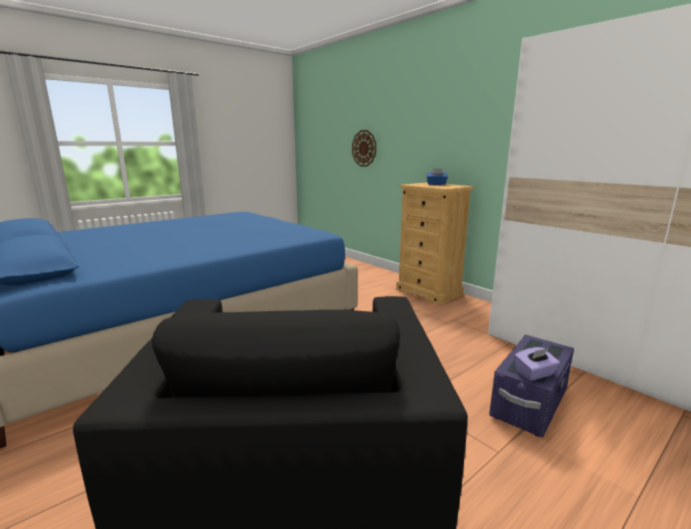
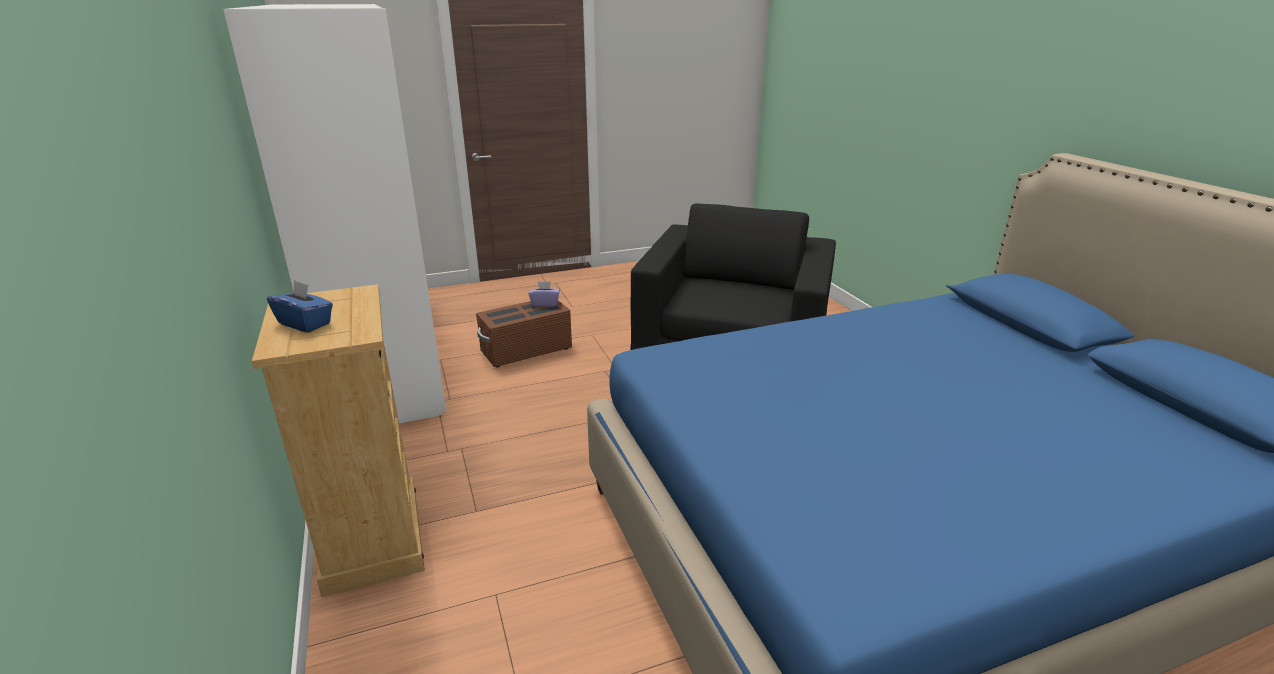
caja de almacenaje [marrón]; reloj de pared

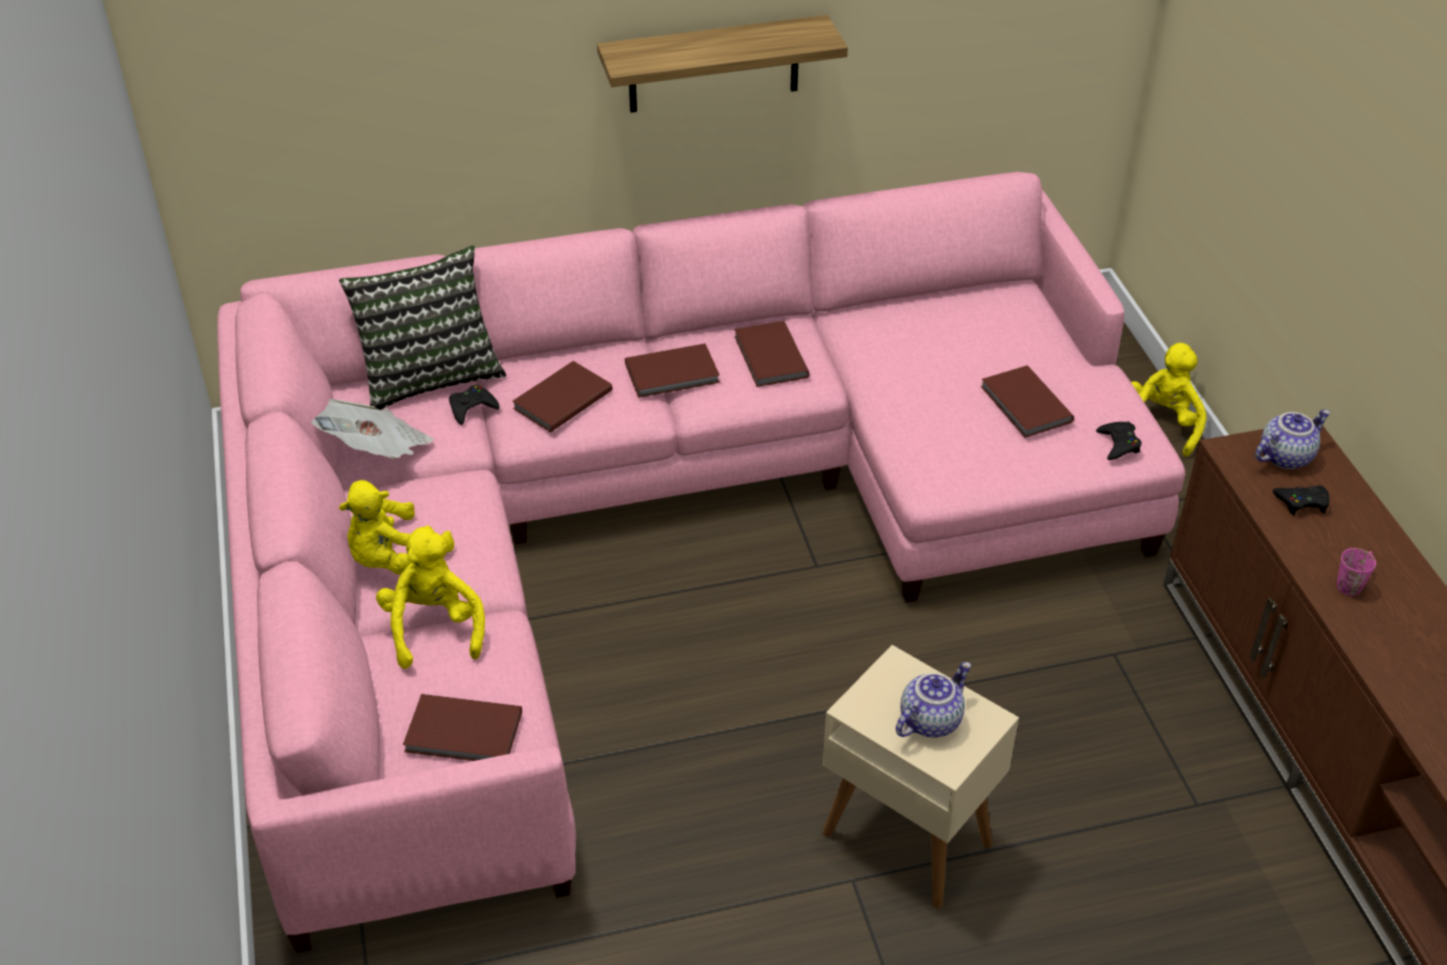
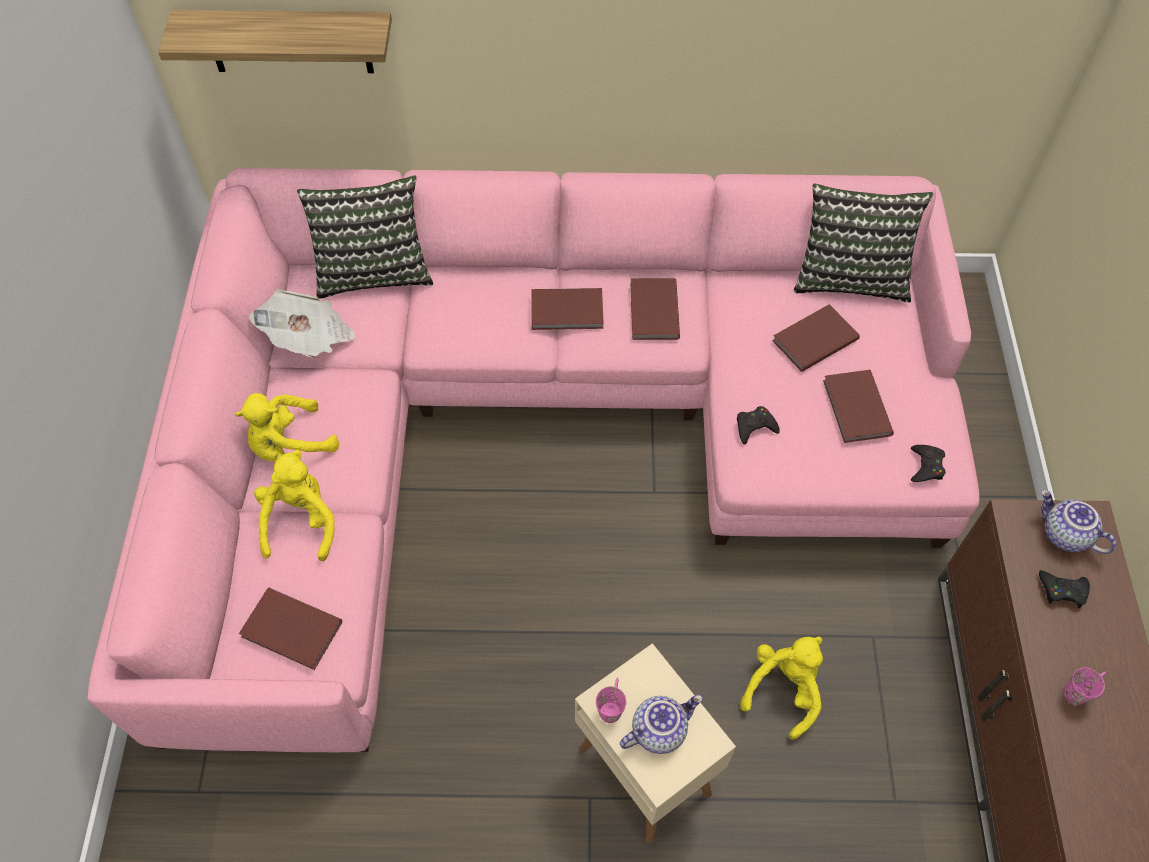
estante; taza grande [rosa] (no. 1 from left); mando de consola [negro] (no. 1 from left); peluche [amarillo] (no. 3 from left); libro [marrón] (no. 4 from left); cojín (no. 2 from left); tetera (no. 2 from left)

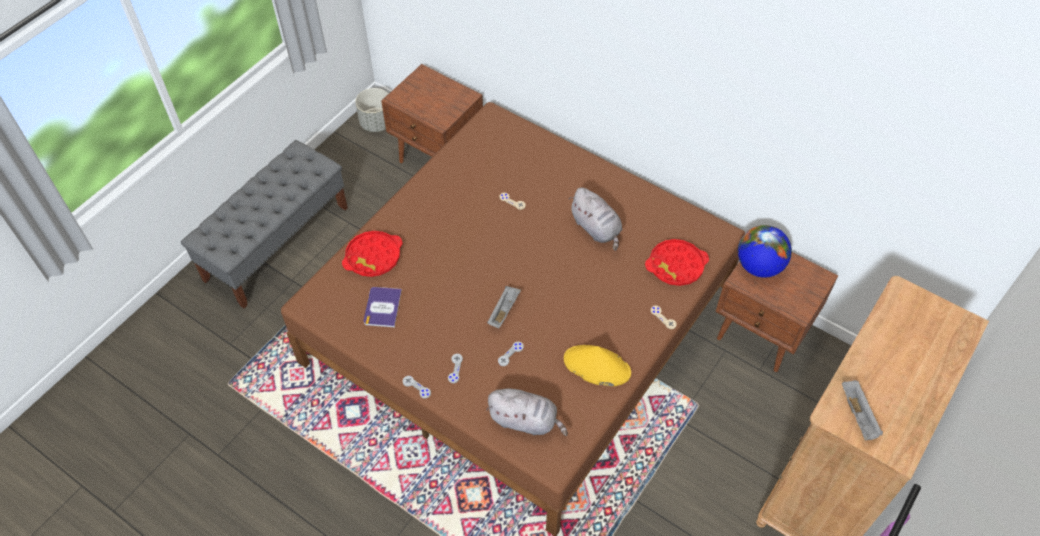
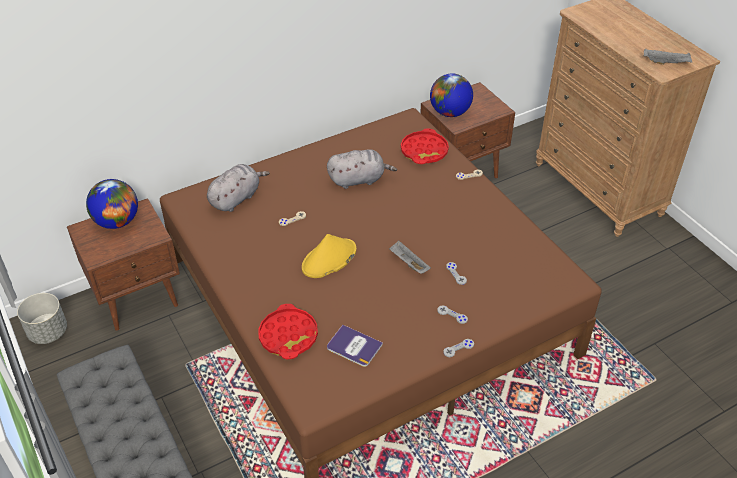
globo terráqueo (no. 1 from left); peluche [gris] (no. 1 from left); sombrero [amarillo]

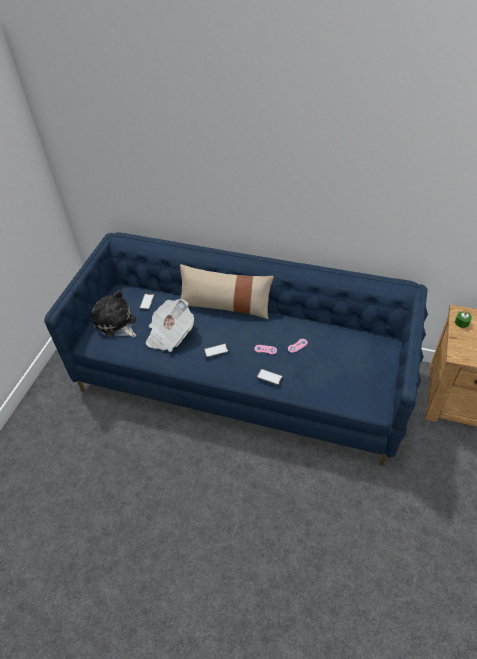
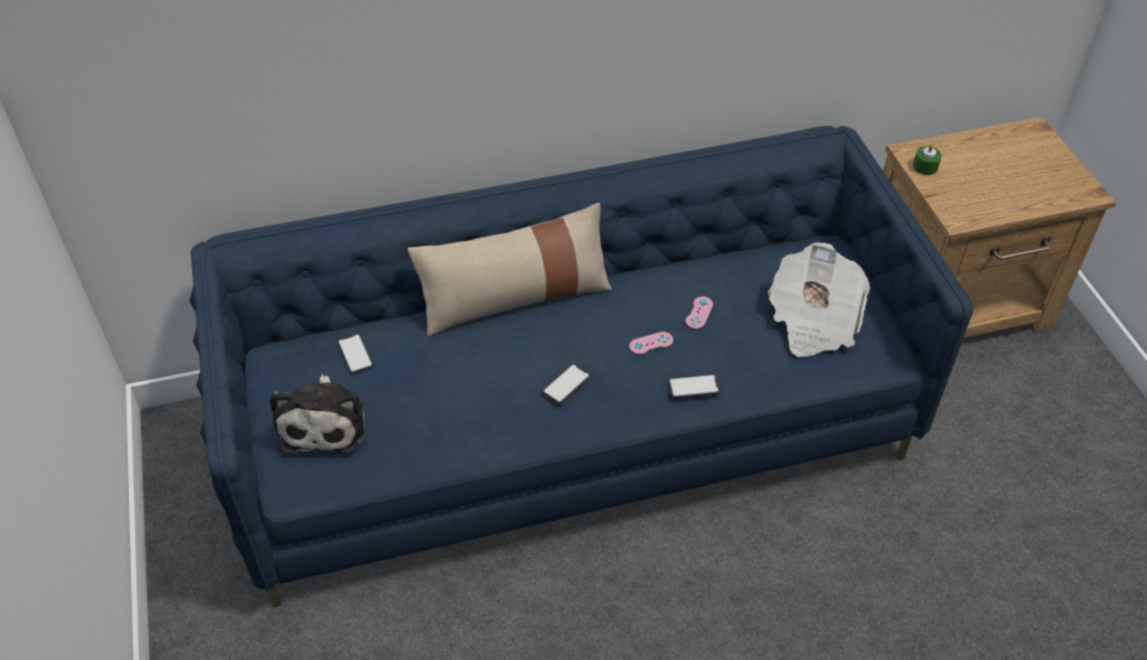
peluche; periódico

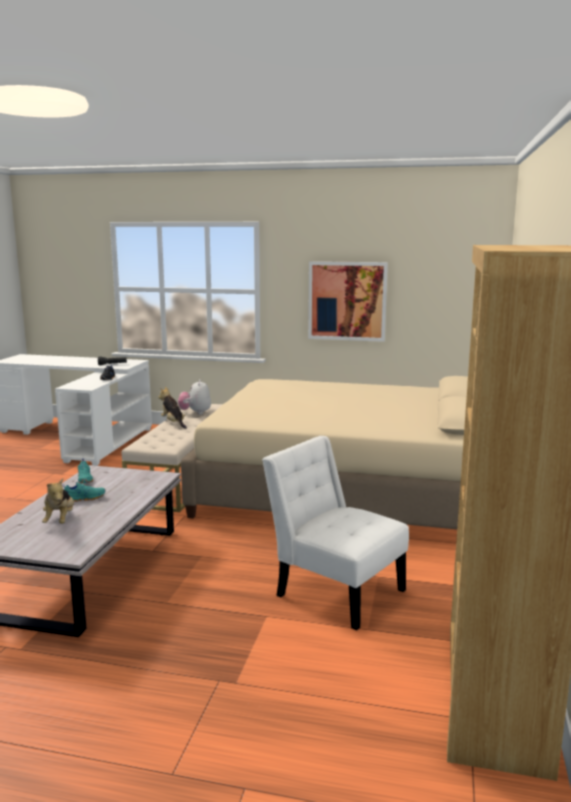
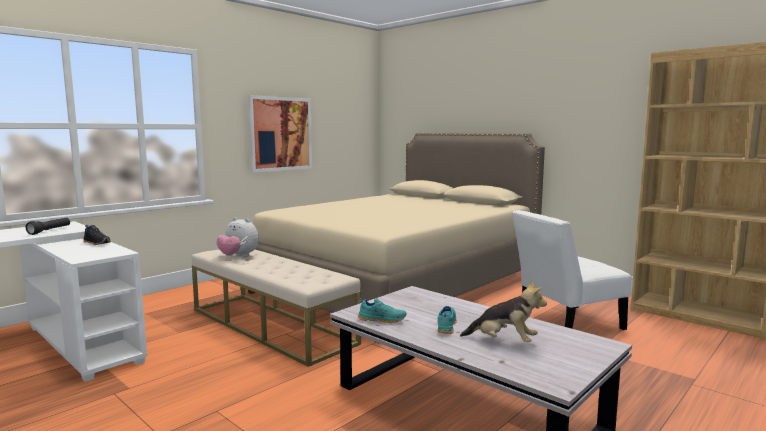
peluche (no. 2 from left in the first image)

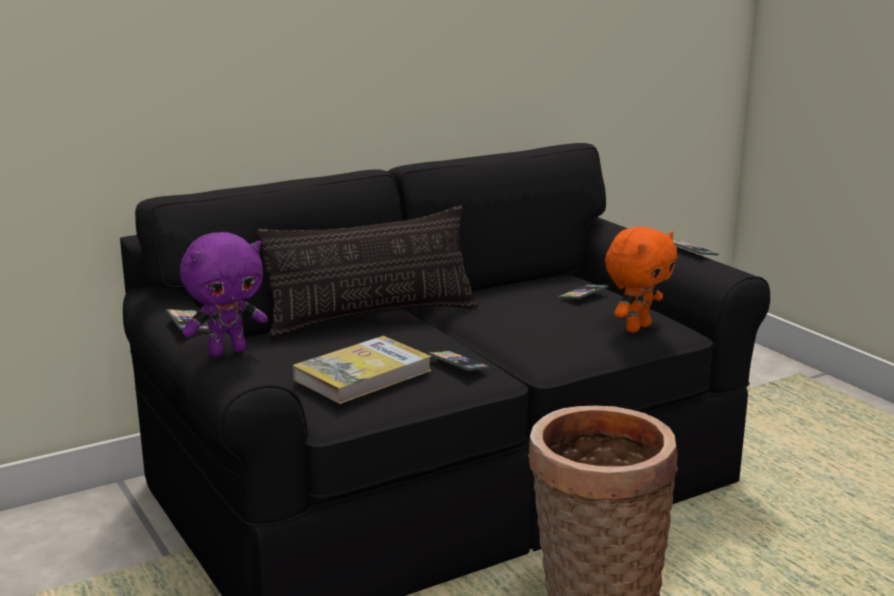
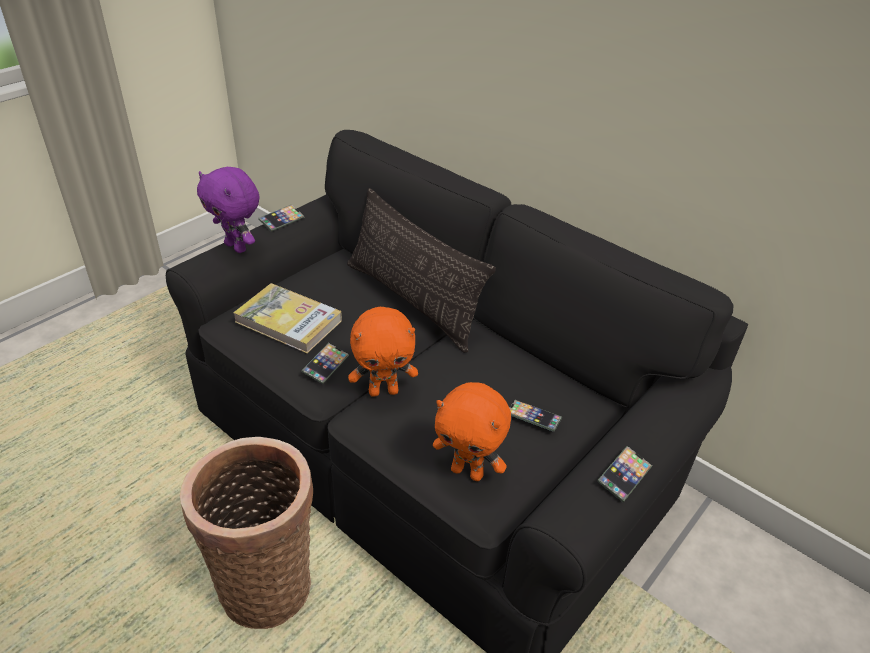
peluche [naranja] (no. 1 from left)

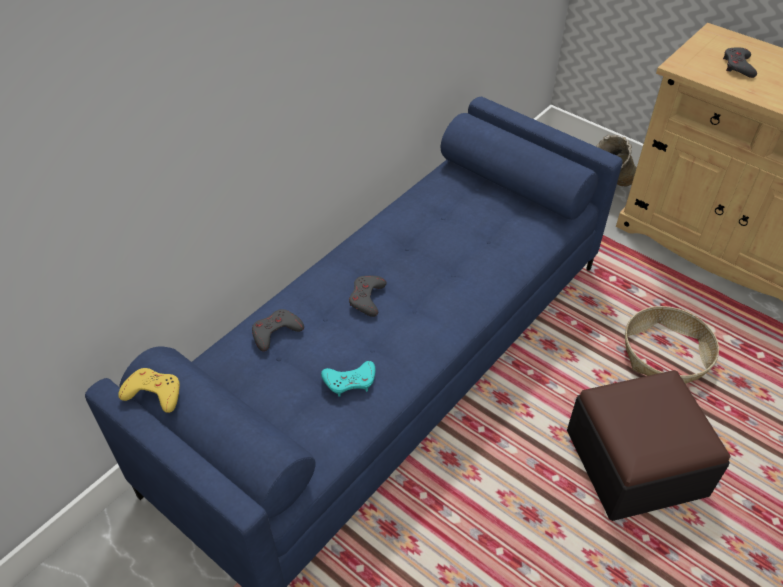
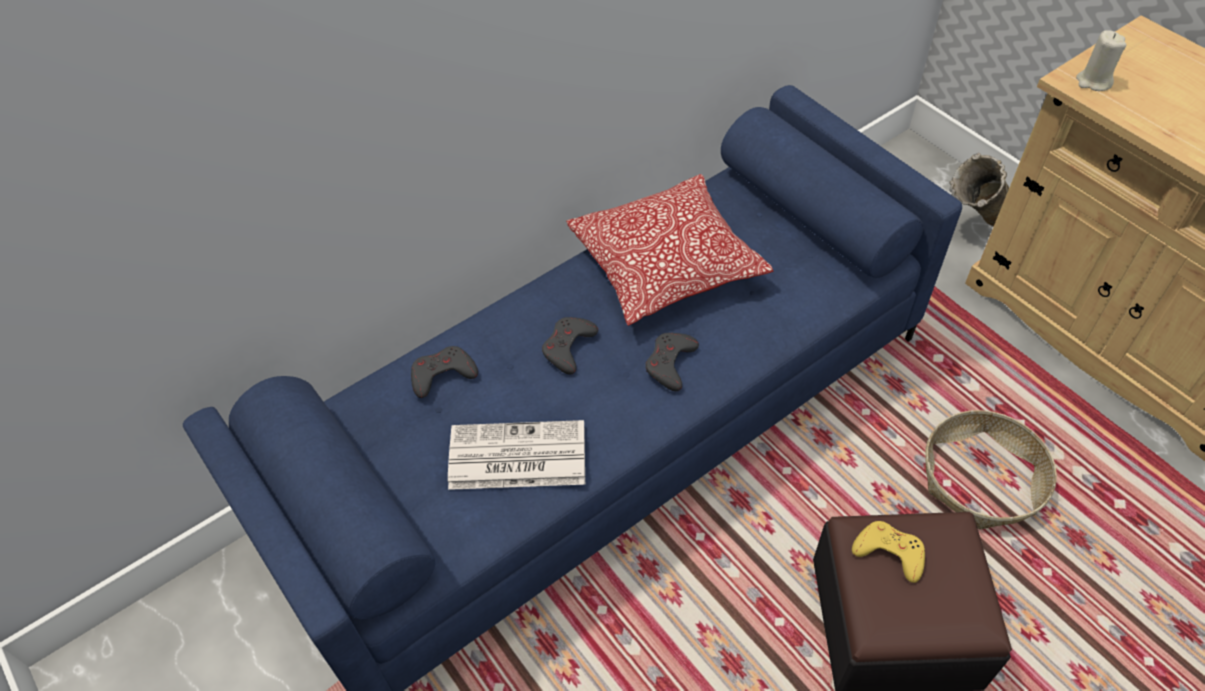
periódico; cojín; mando de consola [gris] (no. 3 from left); mando de consola [amarillo]; vela [beis]

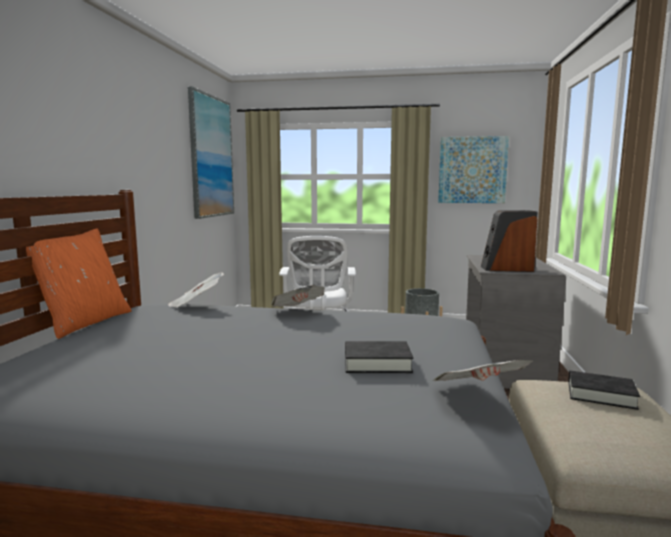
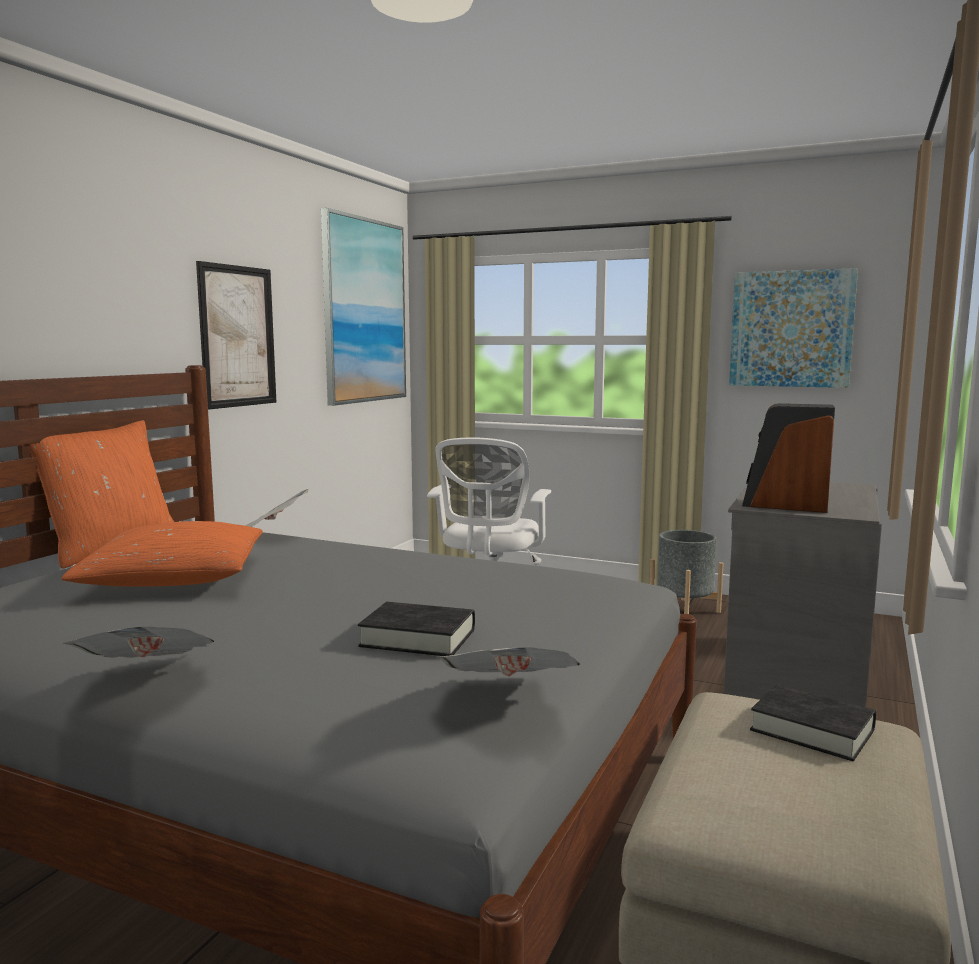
cojín [naranja] (no. 2 from left); periódico (no. 1 from left); cuadro (no. 1 from left)

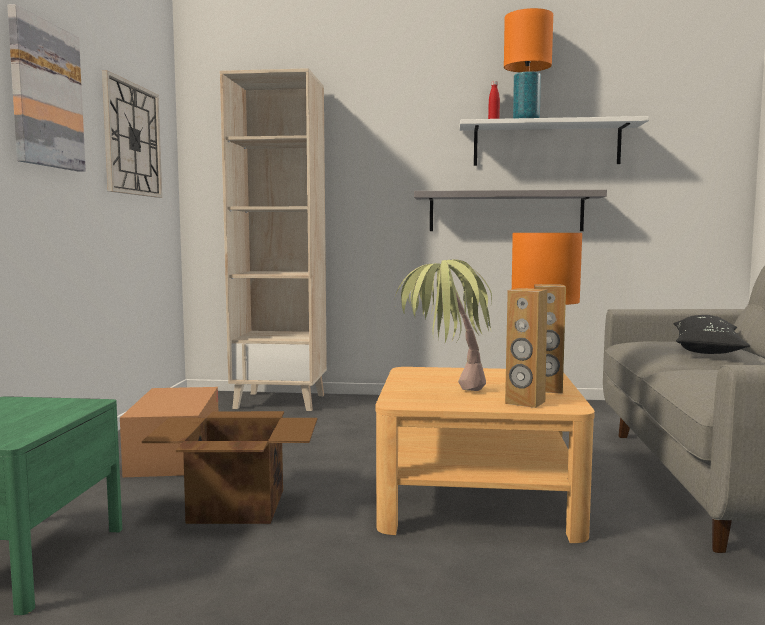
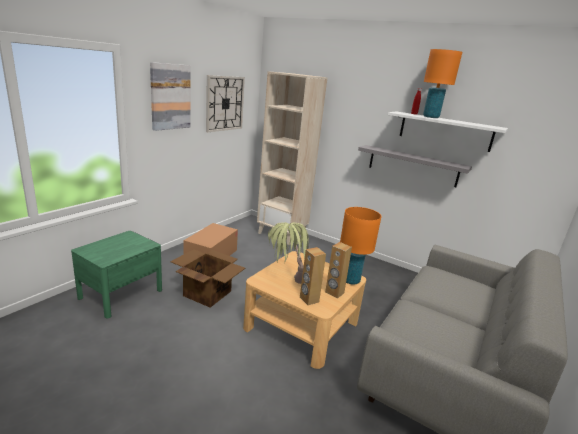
cojín [negro]

